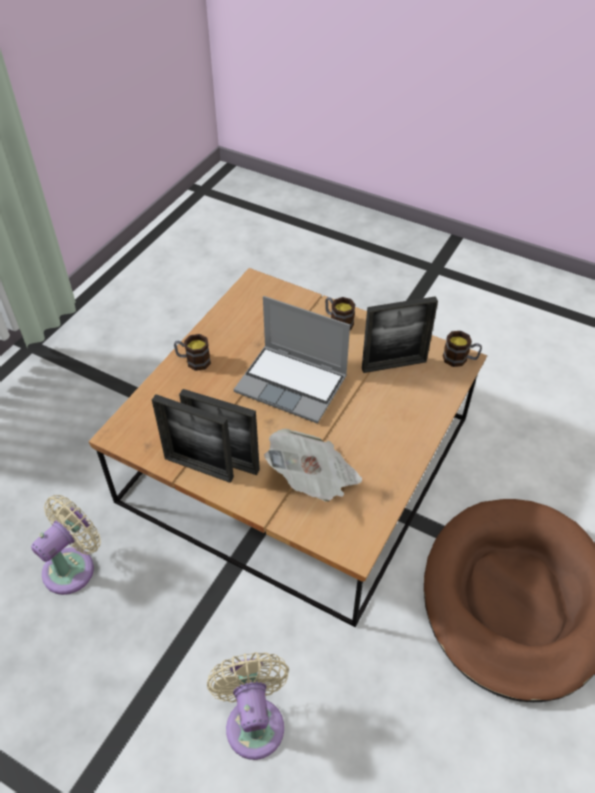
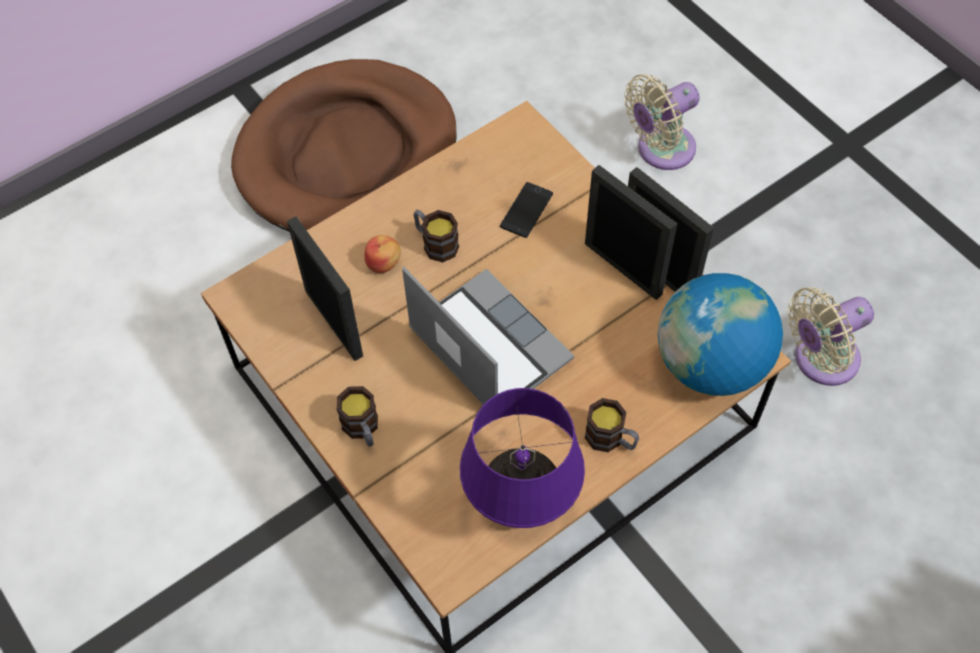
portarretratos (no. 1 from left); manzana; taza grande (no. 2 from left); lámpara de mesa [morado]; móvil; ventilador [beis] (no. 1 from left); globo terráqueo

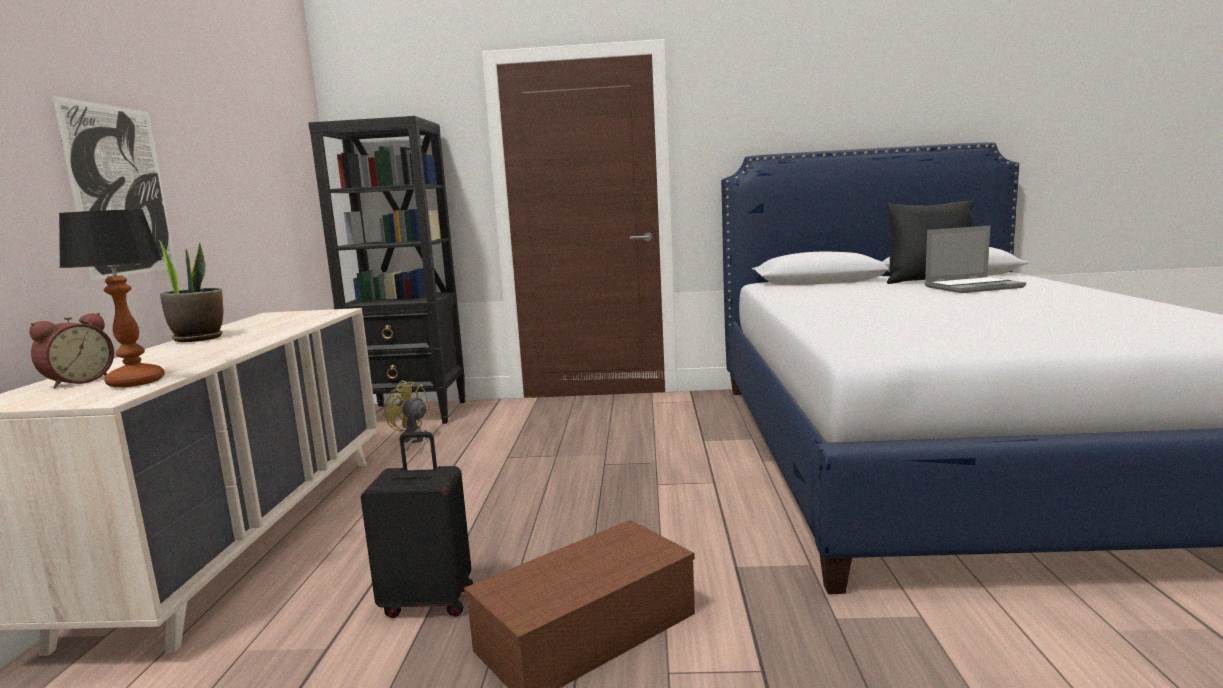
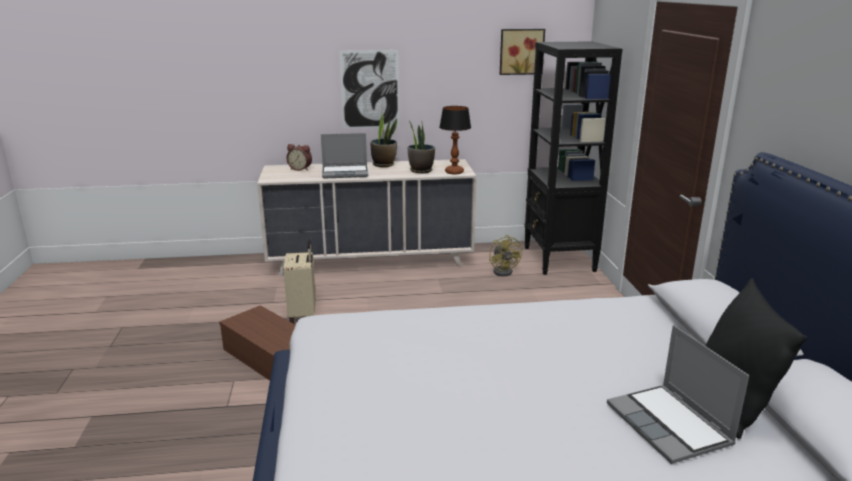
maleta [beis]; portátil (no. 1 from left); planta en maceta (no. 2 from left); lámpara de mesa; ventilador [amarillo]; cuadro (no. 2 from left)

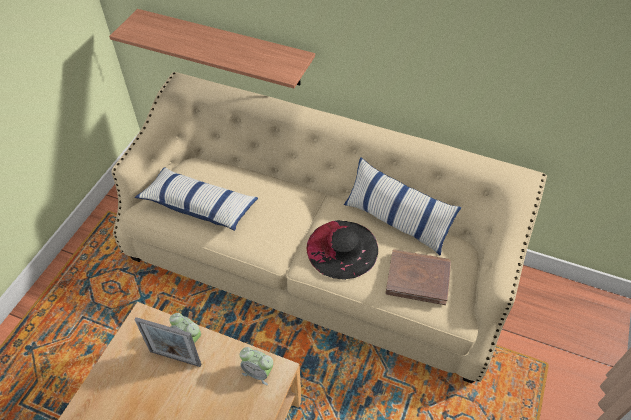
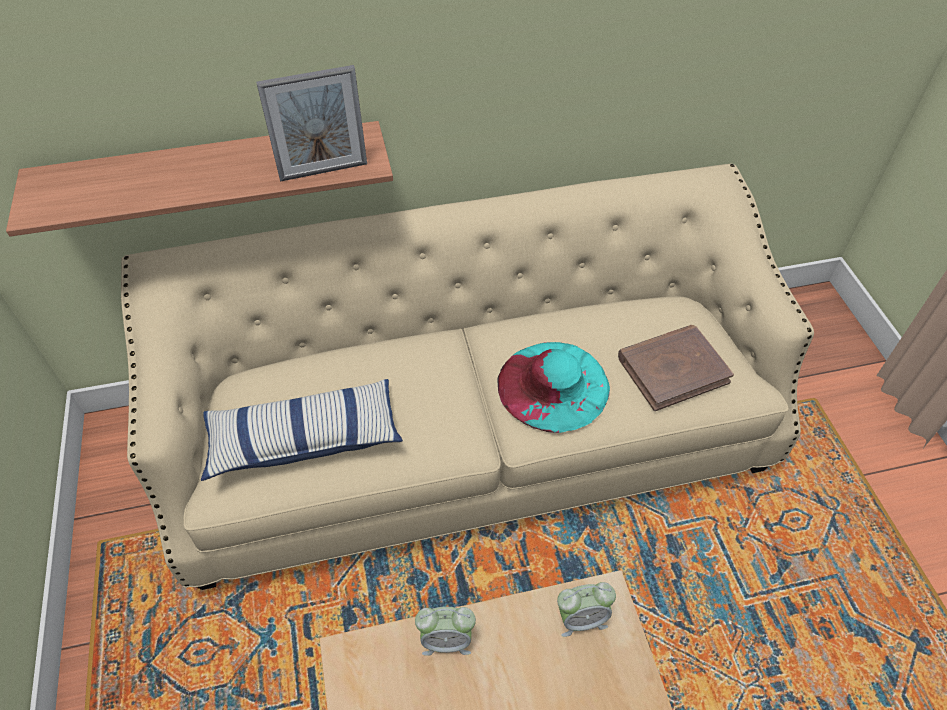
portarretratos; sombrero [turquesa]; cojín (no. 2 from left in the first image)

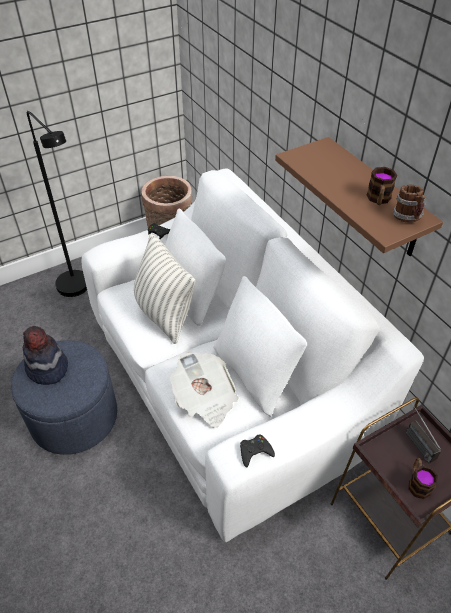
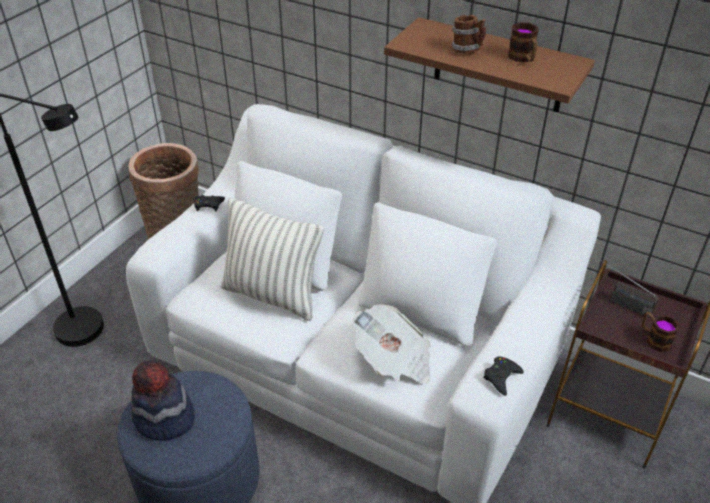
taza grande (no. 1 from left)

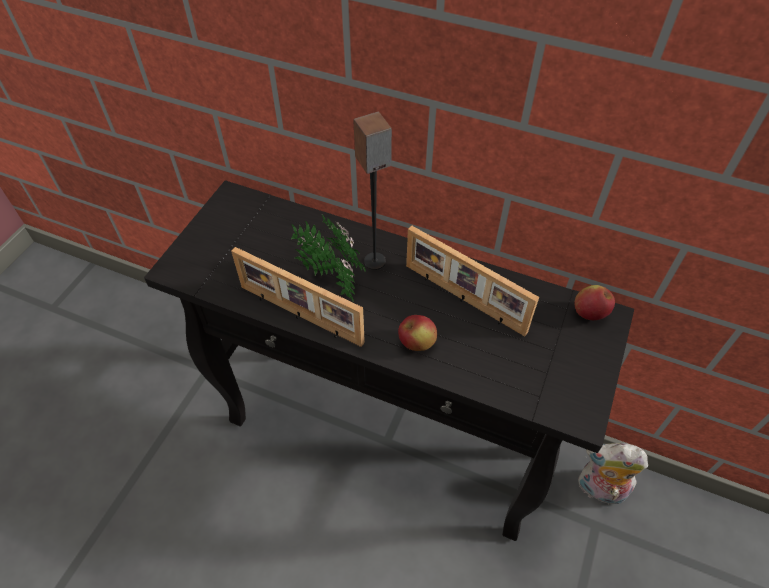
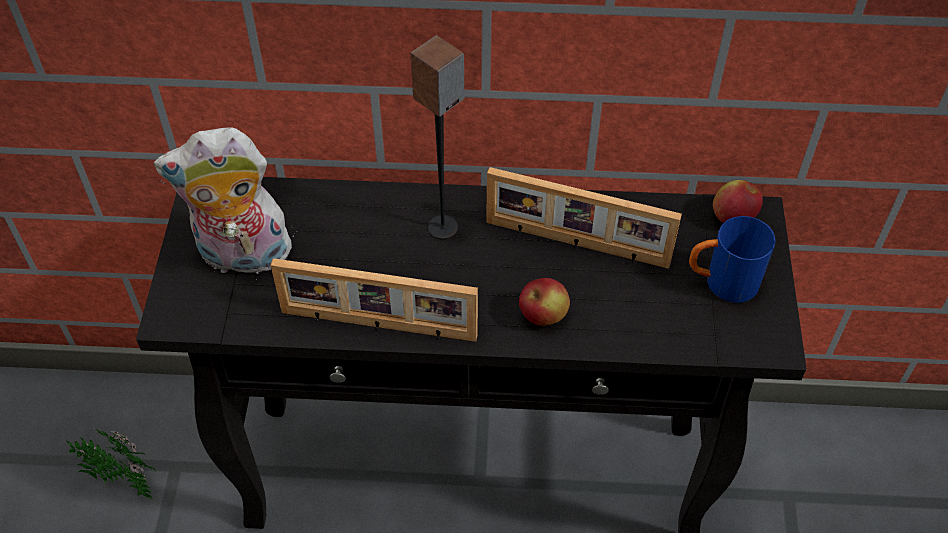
planta en maceta; peluche; taza grande [azul]

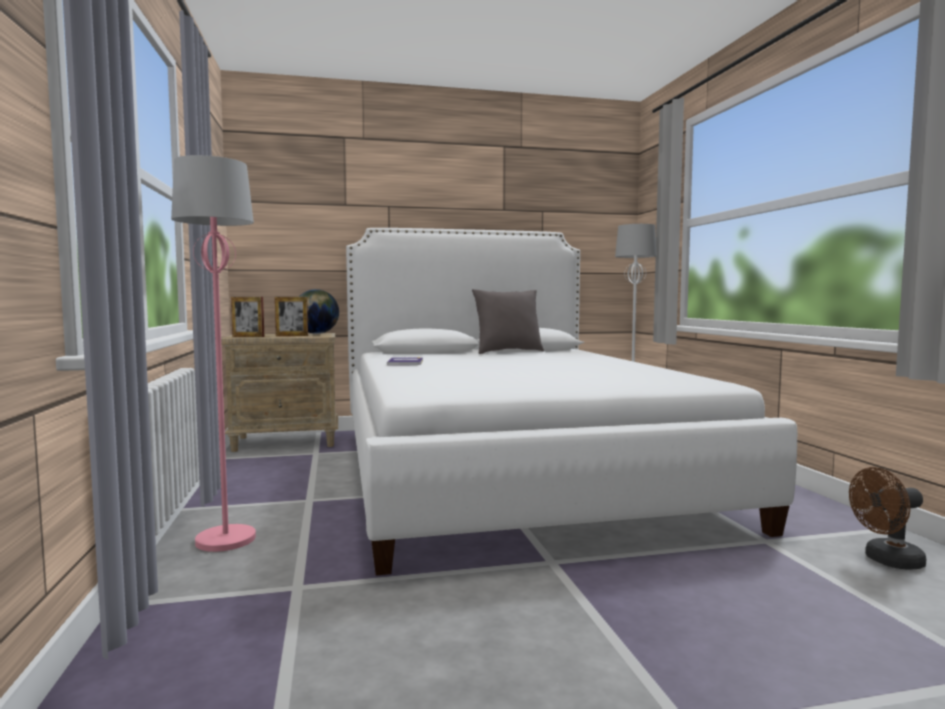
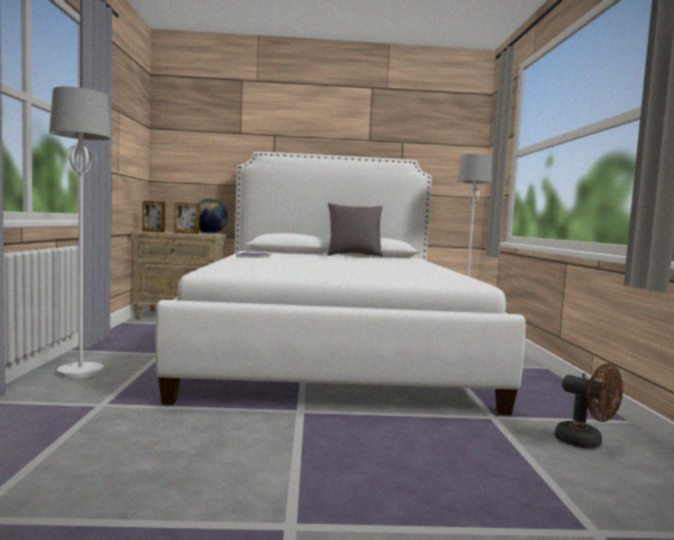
lámpara de pie [blanco] (no. 1 from left); ventilador [marrón]

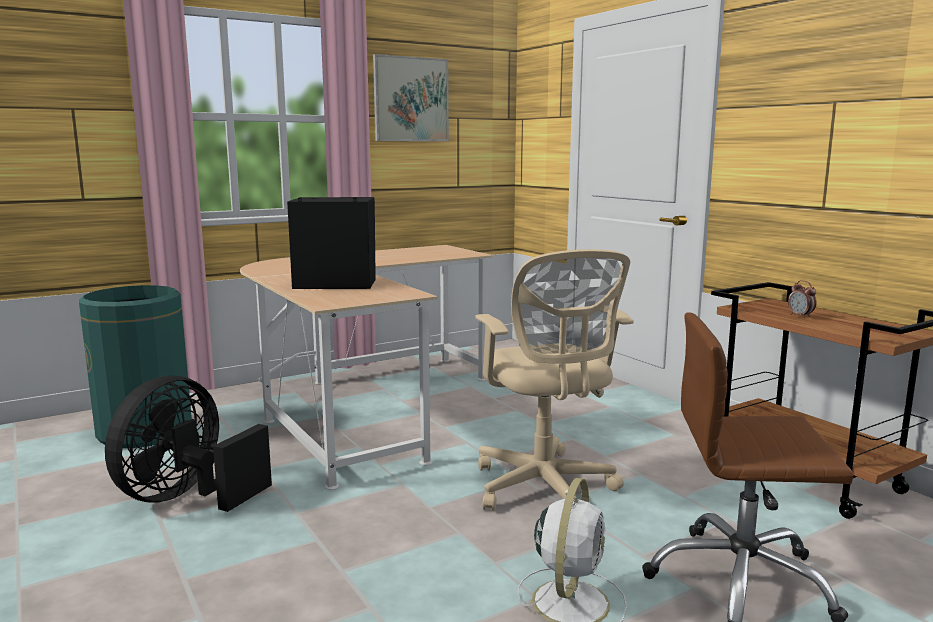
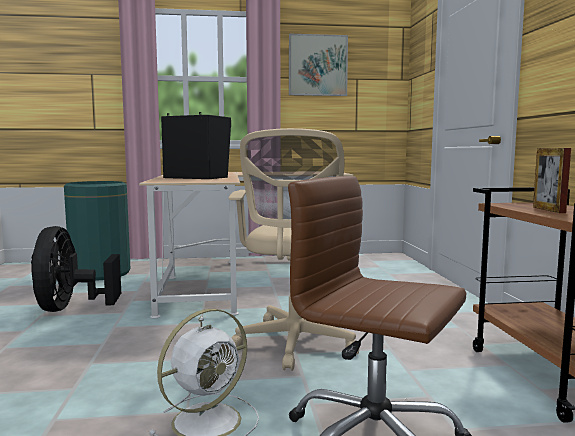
ventilador [negro]; portarretratos

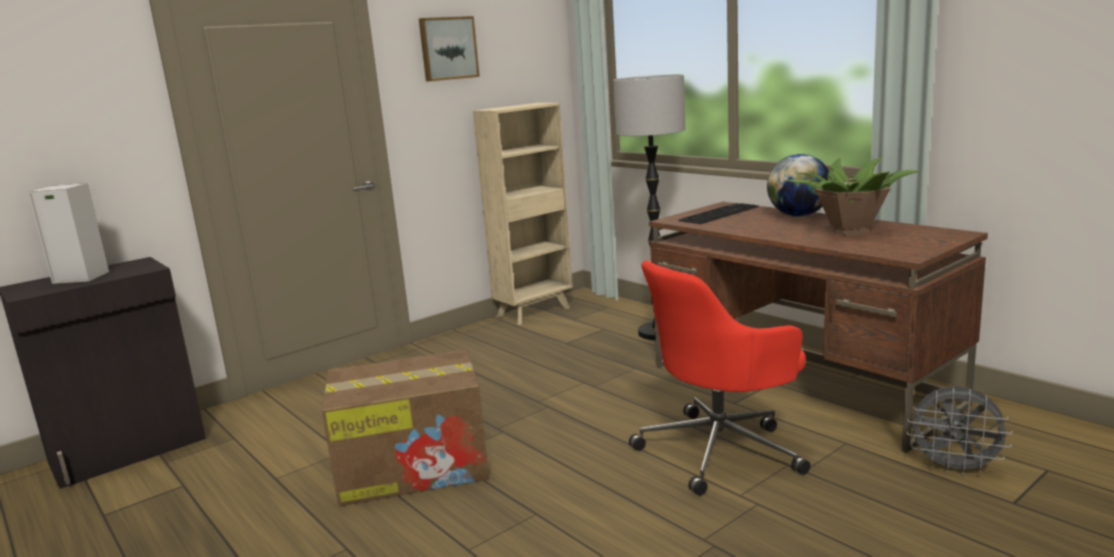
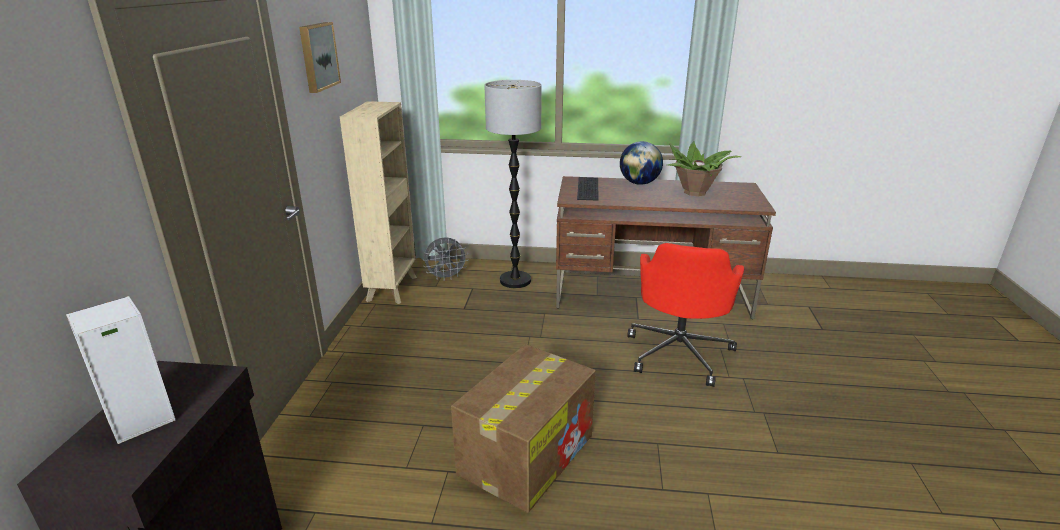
ventilador [gris]

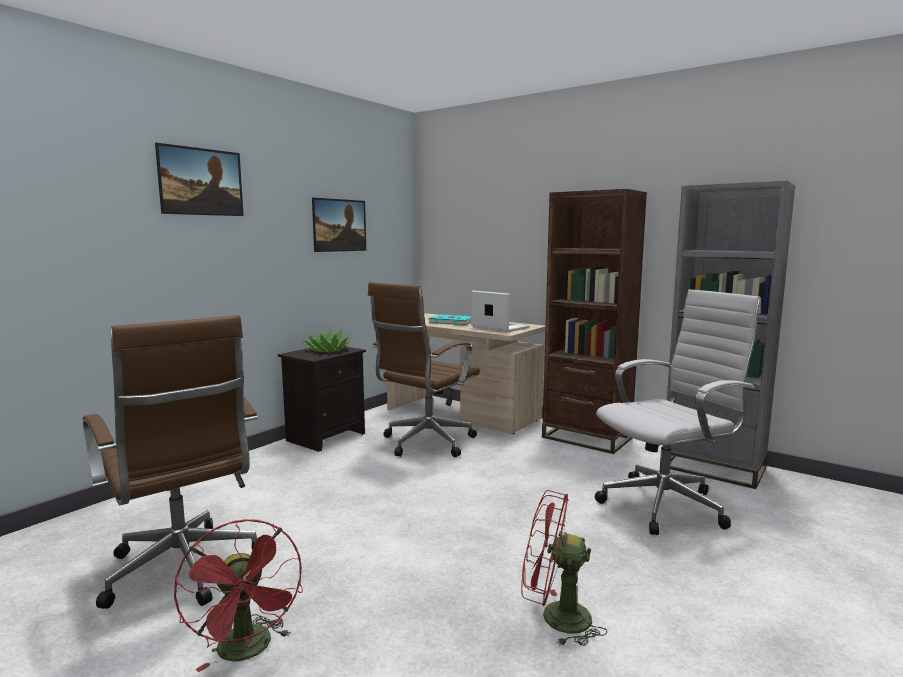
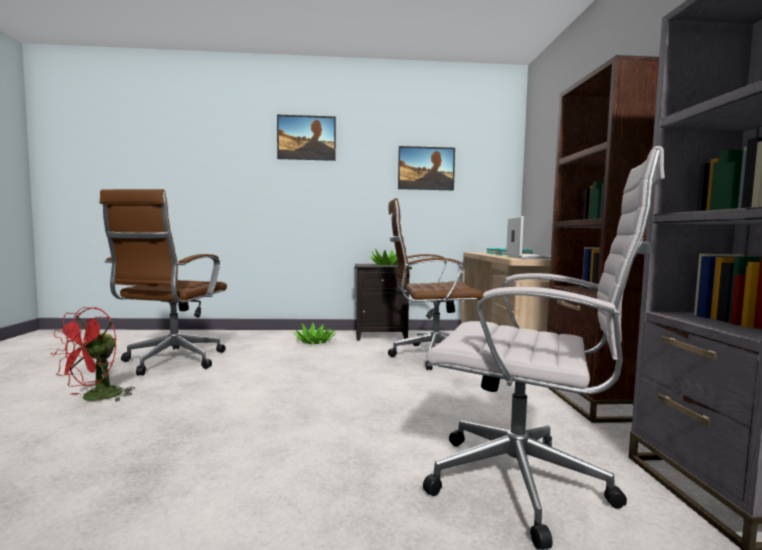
planta en maceta (no. 1 from left); ventilador [rojo] (no. 2 from left in the first image)

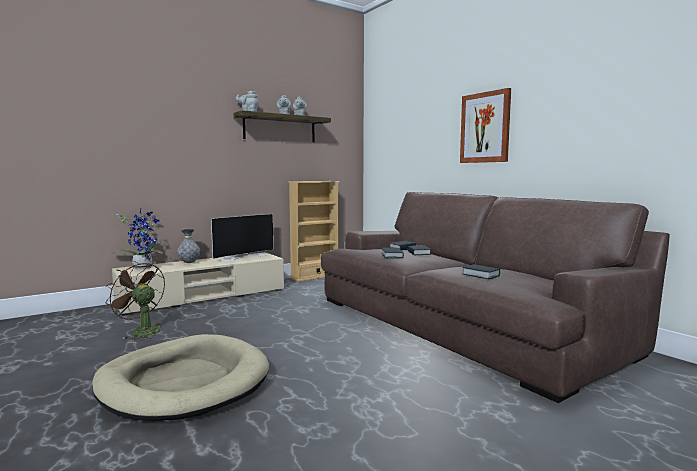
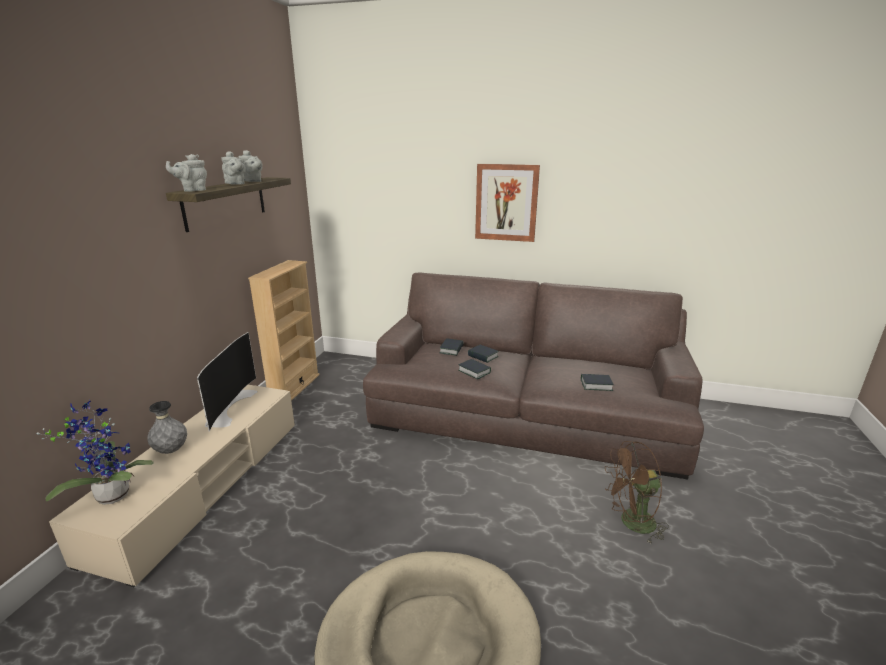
ventilador [marrón]

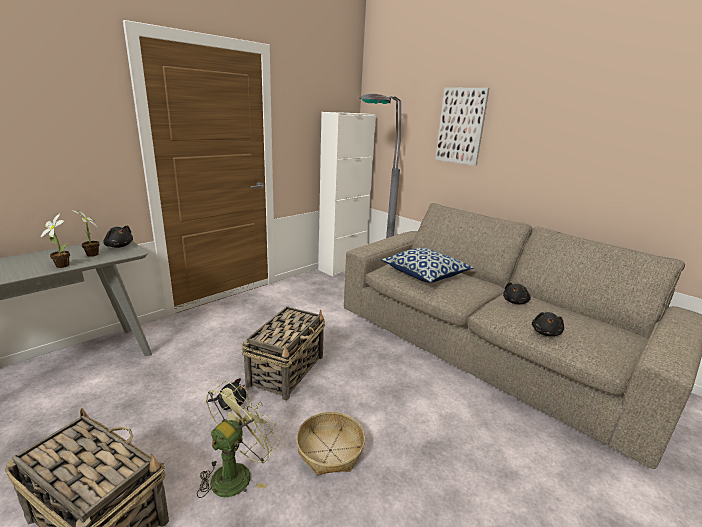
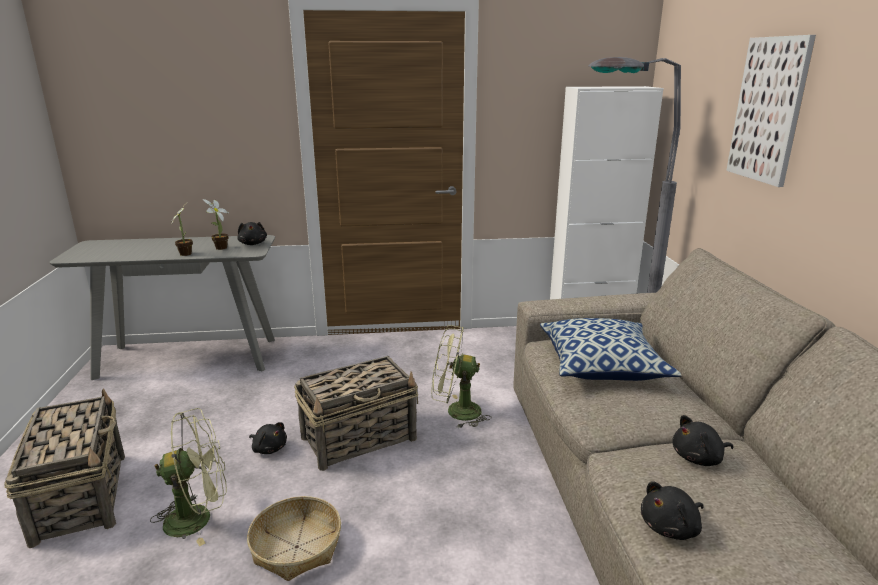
ventilador [verde] (no. 2 from left)

